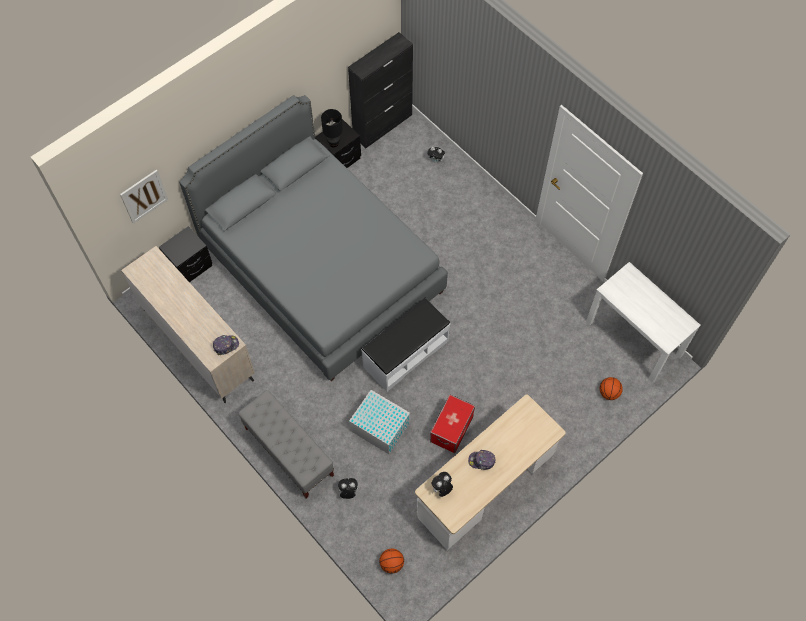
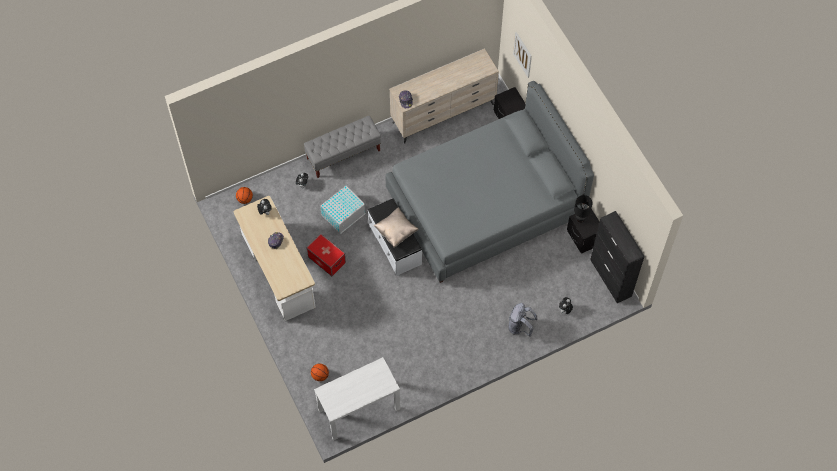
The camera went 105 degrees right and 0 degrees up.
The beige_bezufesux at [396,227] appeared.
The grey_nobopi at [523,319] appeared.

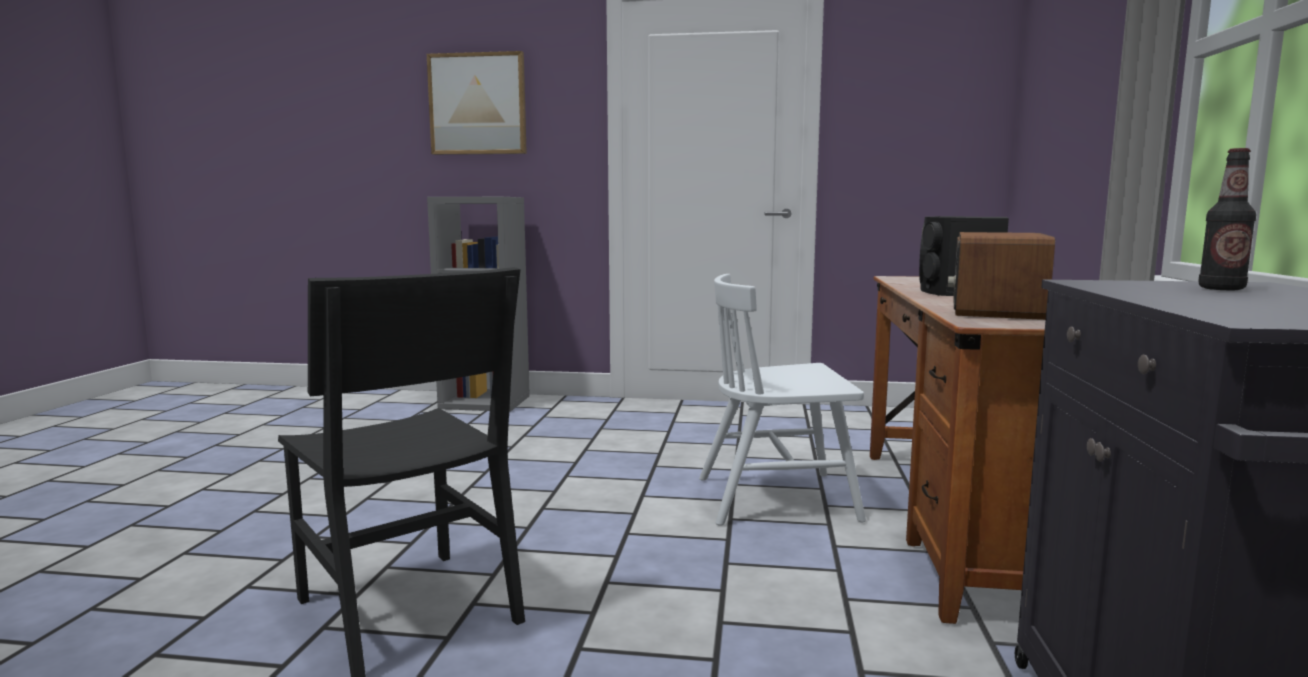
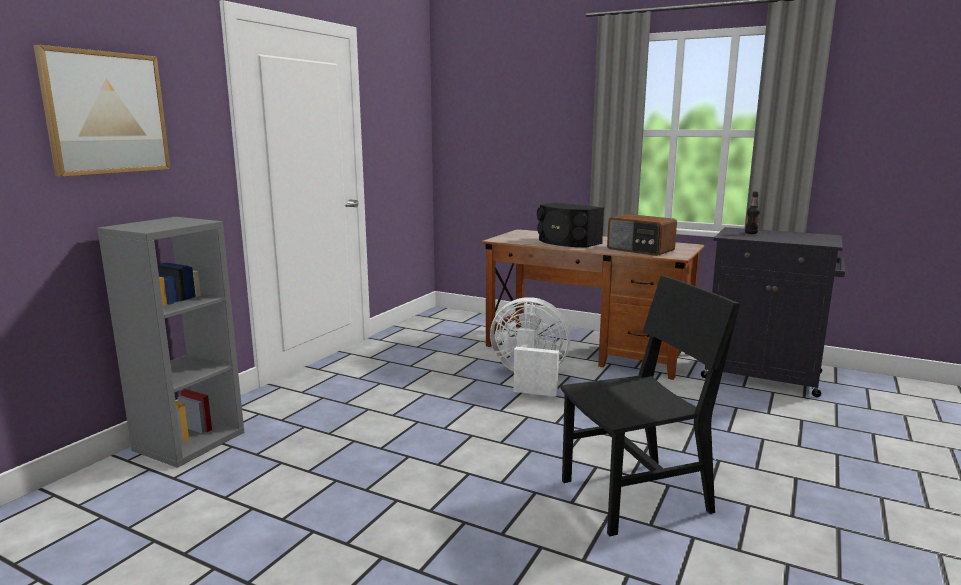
The camera went 70 degrees left and 5 degrees up.
The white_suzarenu at [782,400] was replaced by the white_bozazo at [530,347].

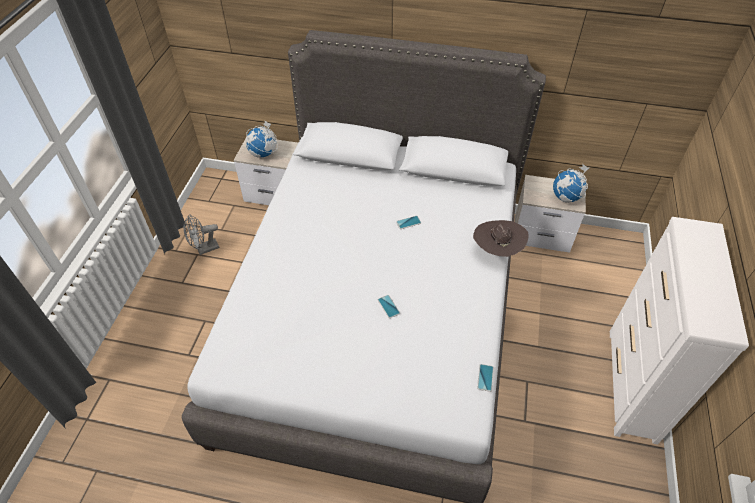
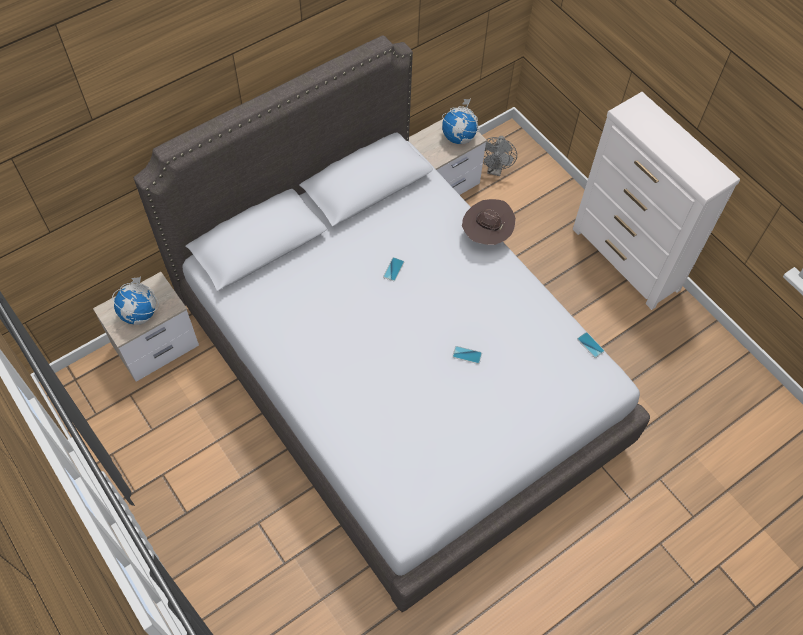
The camera went 50 degrees left and 10 degrees up.
The grey_bozazo moved from [201,234] to [500,156].

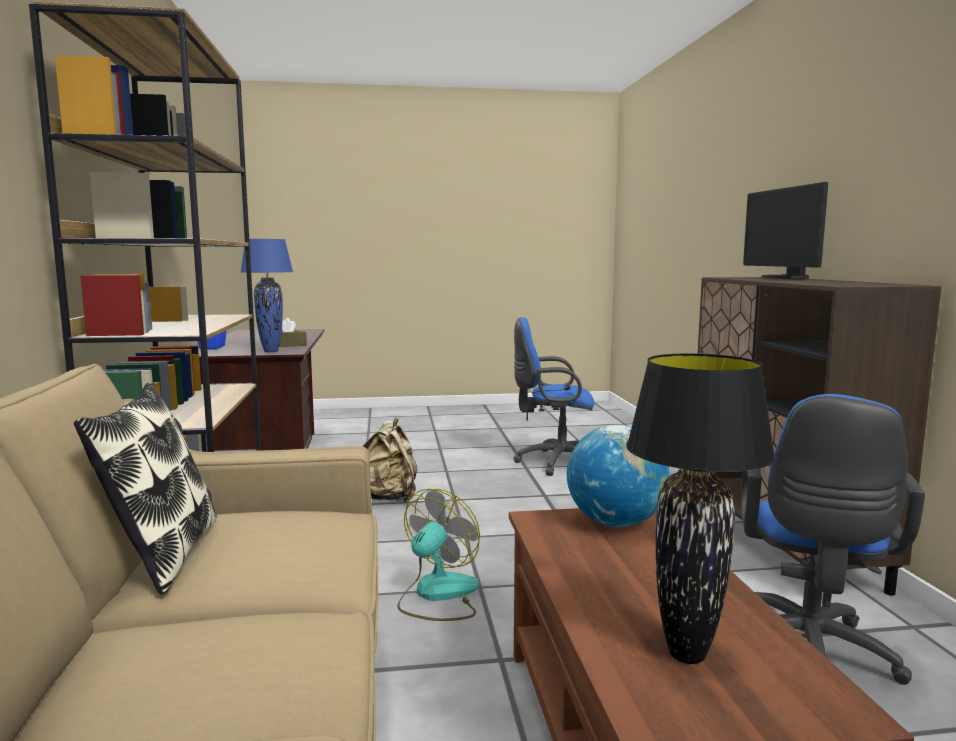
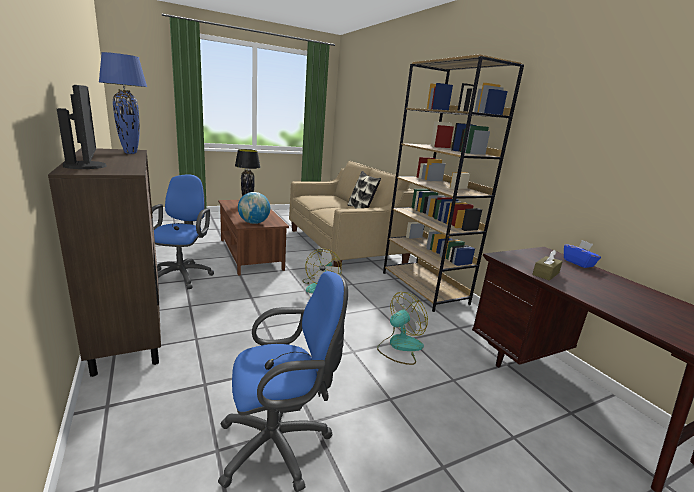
The camera went 160 degrees right and 10 degrees up.
The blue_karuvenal moved from [266,295] to [123,103].
The beige_nobopi at [389,460] was replaced by the bozazo at [402,328].

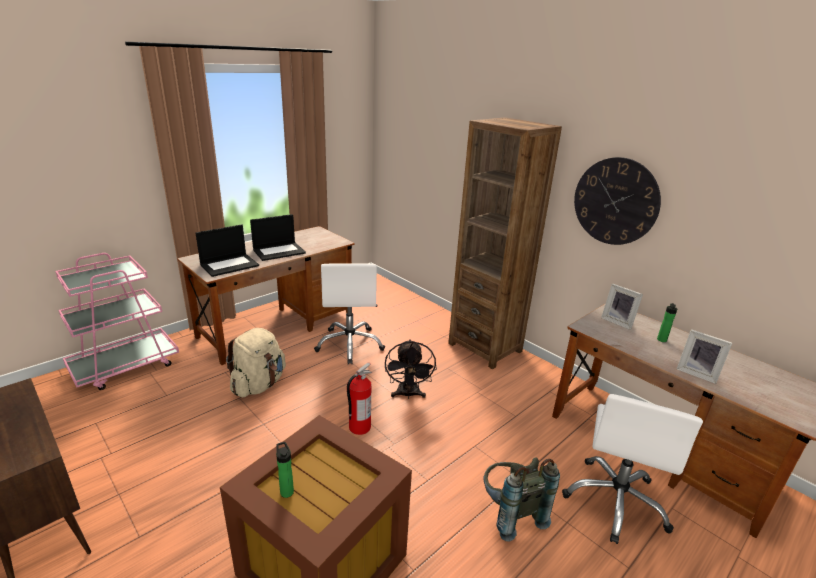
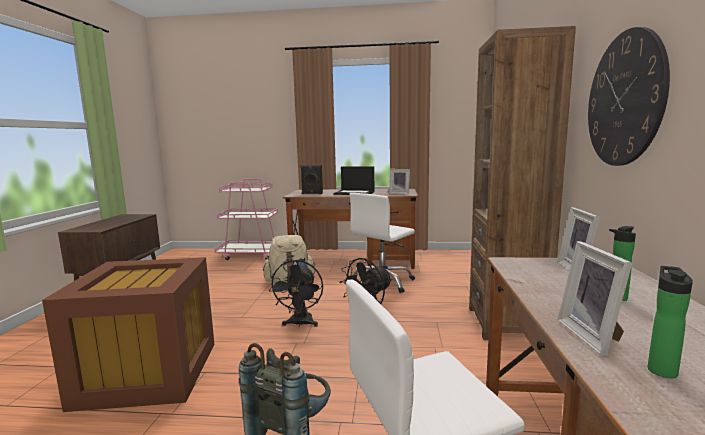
The camera went 50 degrees right and 15 degrees down.
The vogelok at [359,398] was replaced by the black_bozazo at [296,293].
The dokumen at [227,250] was replaced by the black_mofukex at [312,179].
The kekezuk at [399,181] appeared.
The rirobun moved from [285,470] to [670,322].

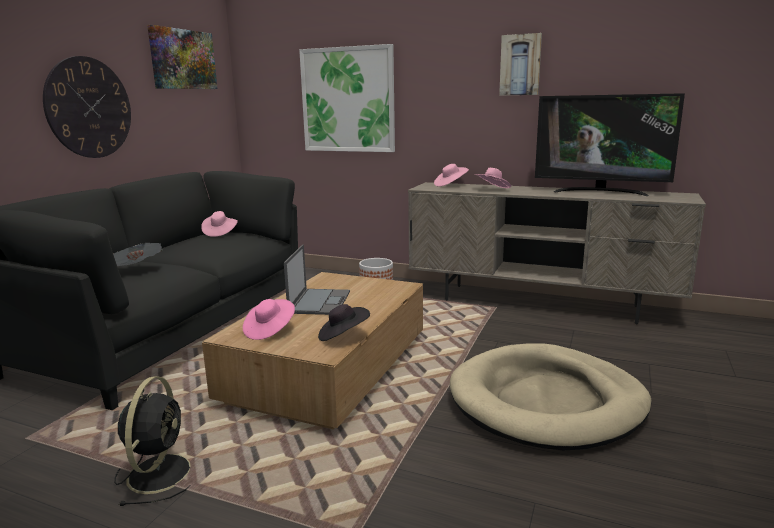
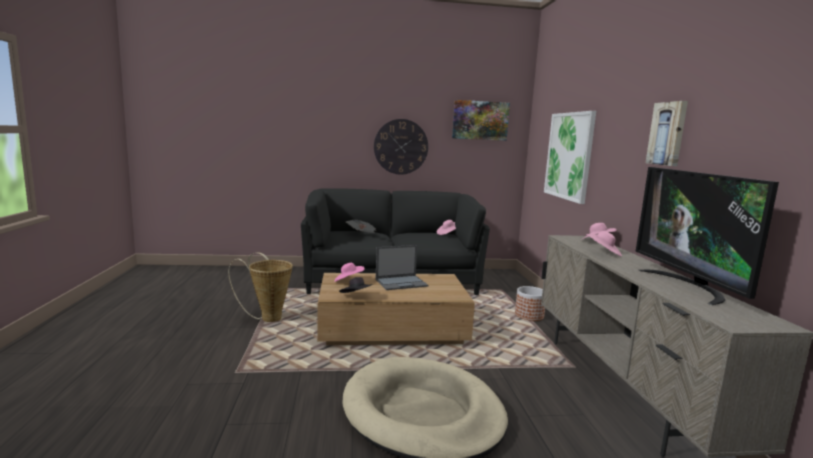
The camera went 60 degrees right and 5 degrees down.
The black_bozazo at [152,441] was replaced by the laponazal at [260,287].

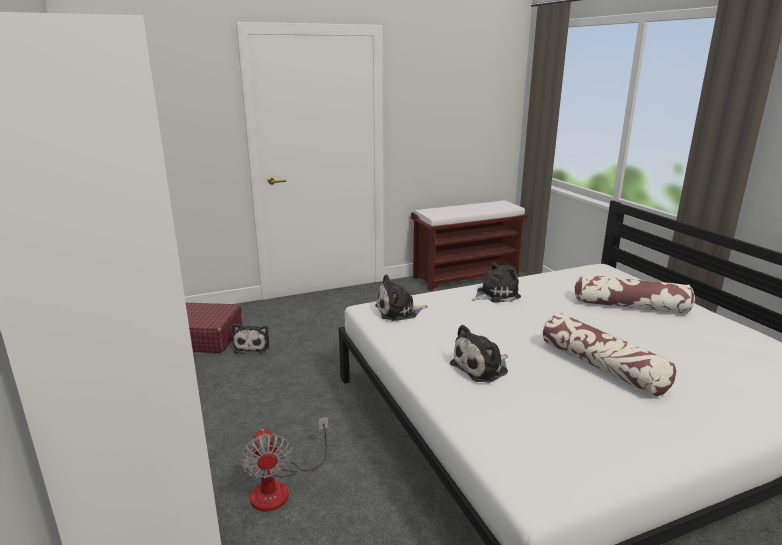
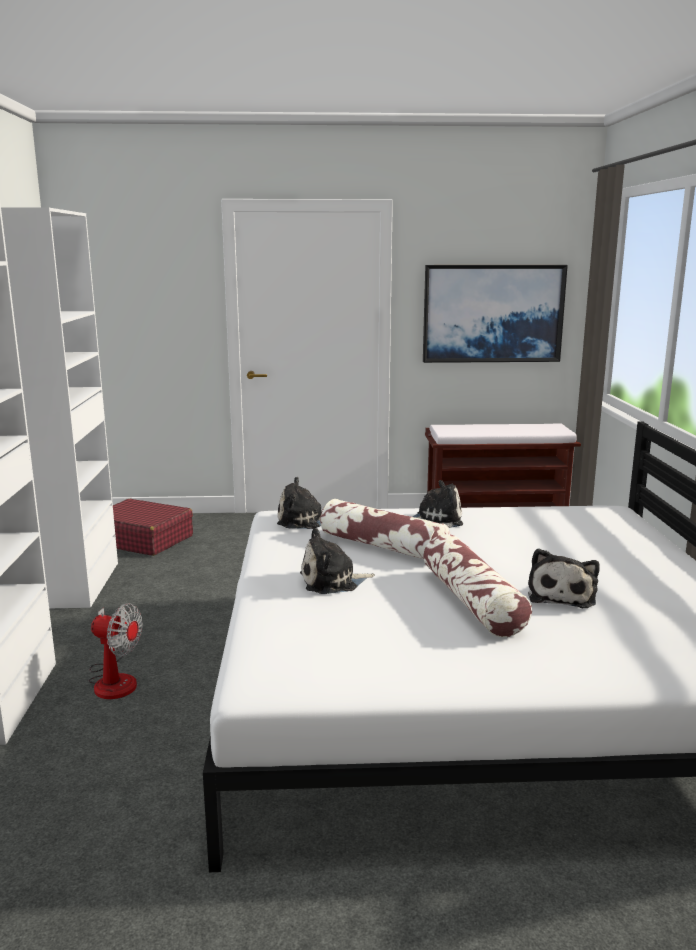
The camera went 20 degrees right and 5 degrees down.
The bozazo at [284,464] turned 75 degrees counterclockwise.
The bezufesux moved from [635,294] to [385,529].
The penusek at [495,314] appeared.
The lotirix moved from [251,338] to [564,578].

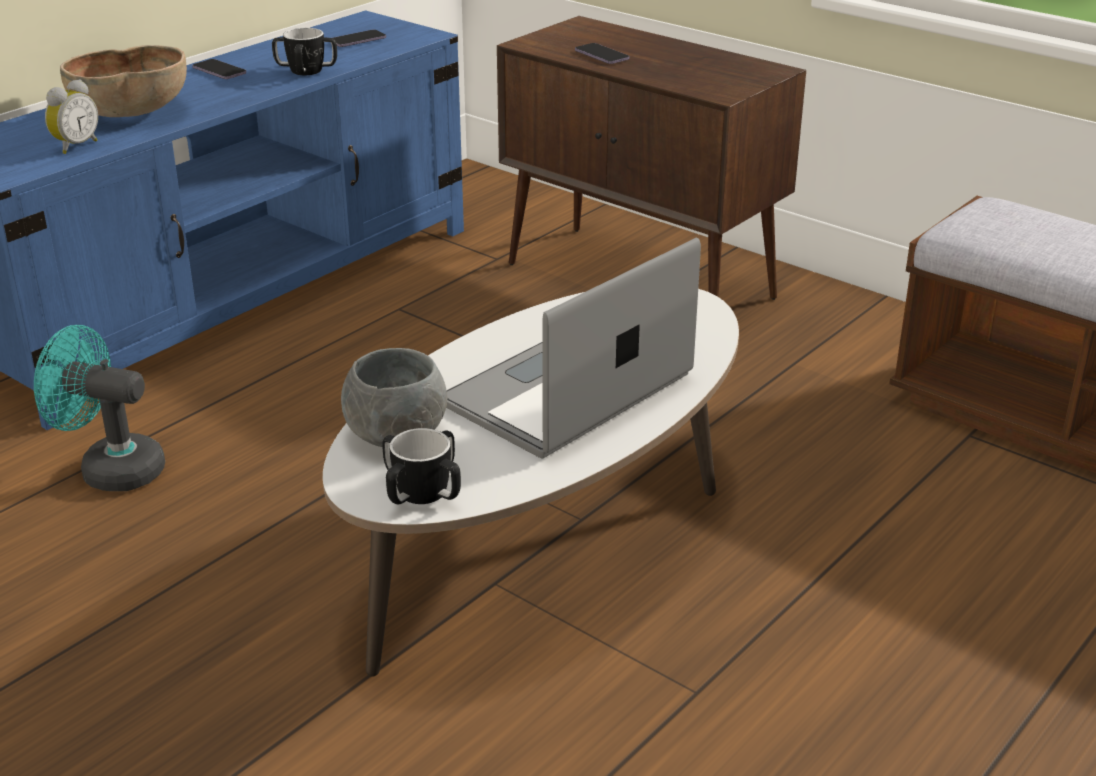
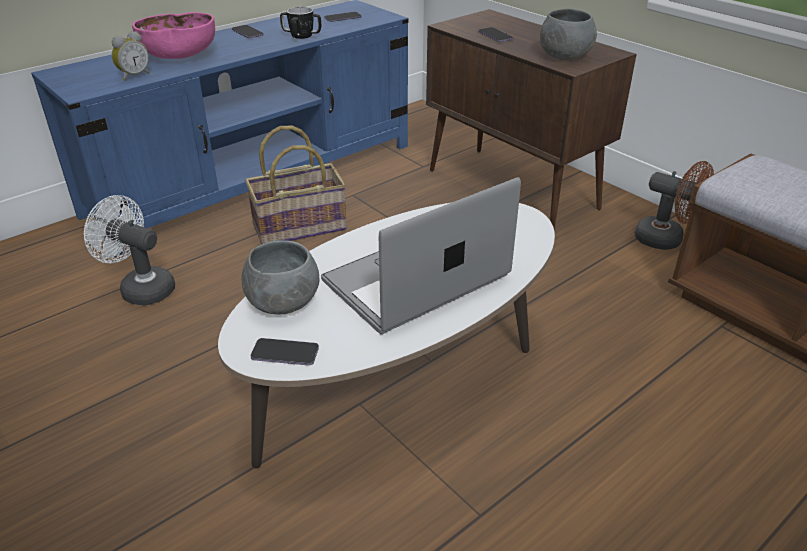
The camera went 10 degrees right and 5 degrees up.
The turquoise_bozazo at [99,408] became the white_bozazo at [129,250].
The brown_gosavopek at [123,81] became the pink_gosavopek at [173,35].
The laponazal at [296,185] appeared.
The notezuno at [421,466] was replaced by the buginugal at [285,351].
The grey_gosavopek at [568,34] appeared.
The brown_bozazo at [674,205] appeared.

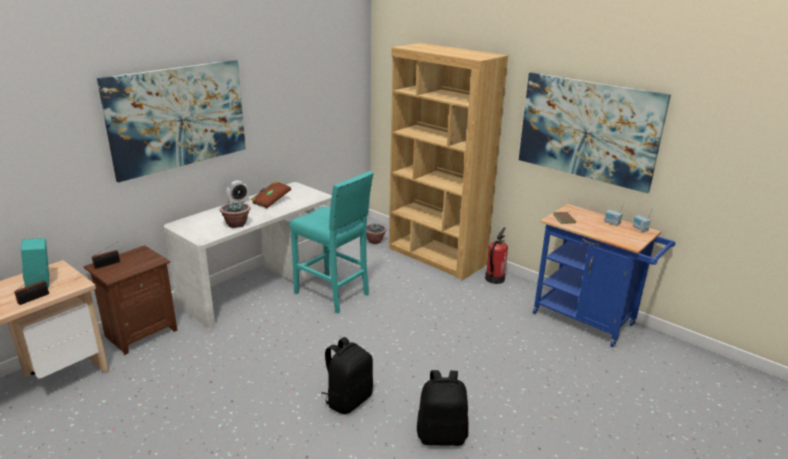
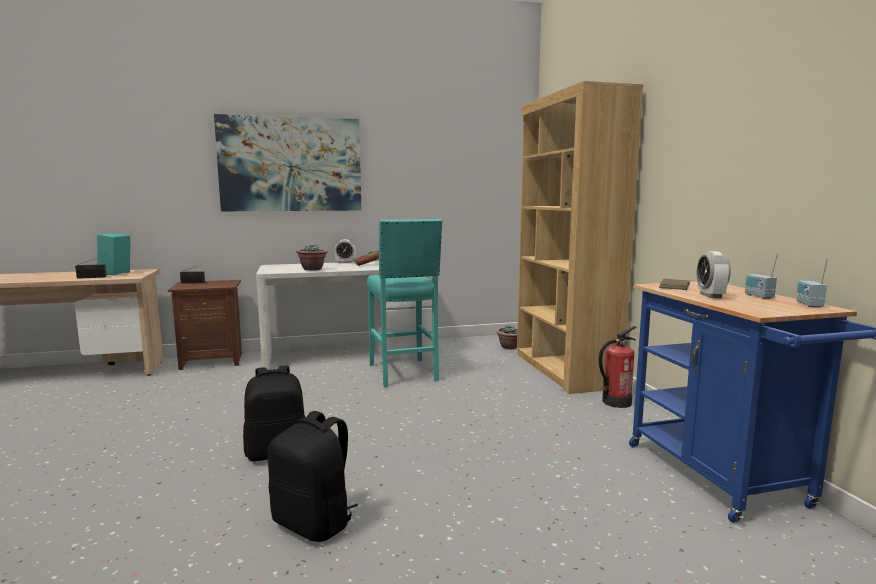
The camera went 35 degrees right and 15 degrees down.
The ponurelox at [714,274] appeared.
The penusek at [595,132] disappeared.

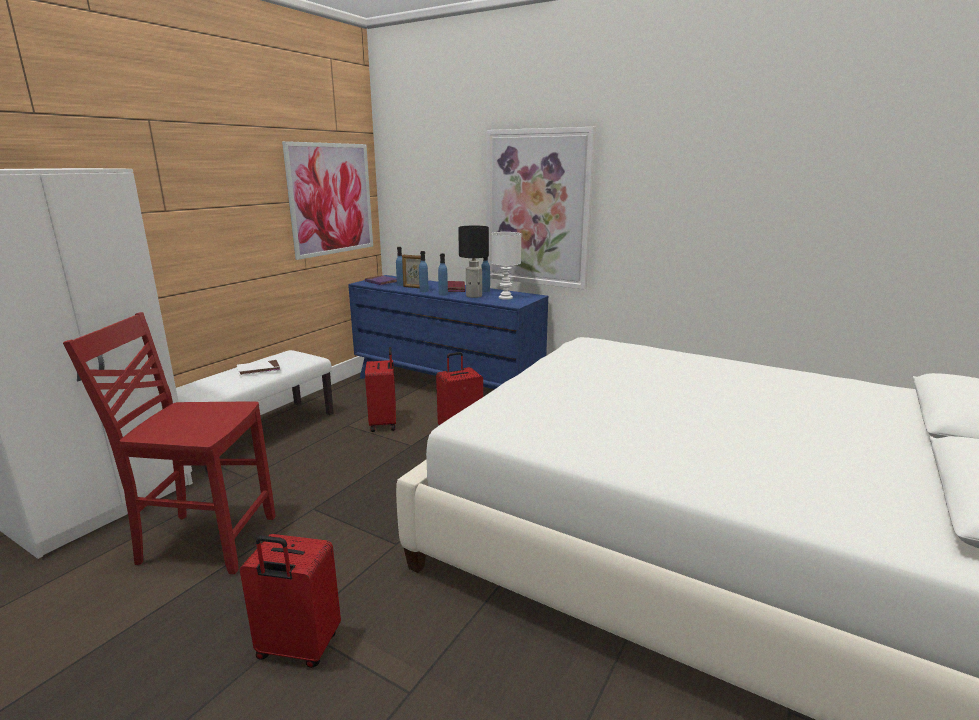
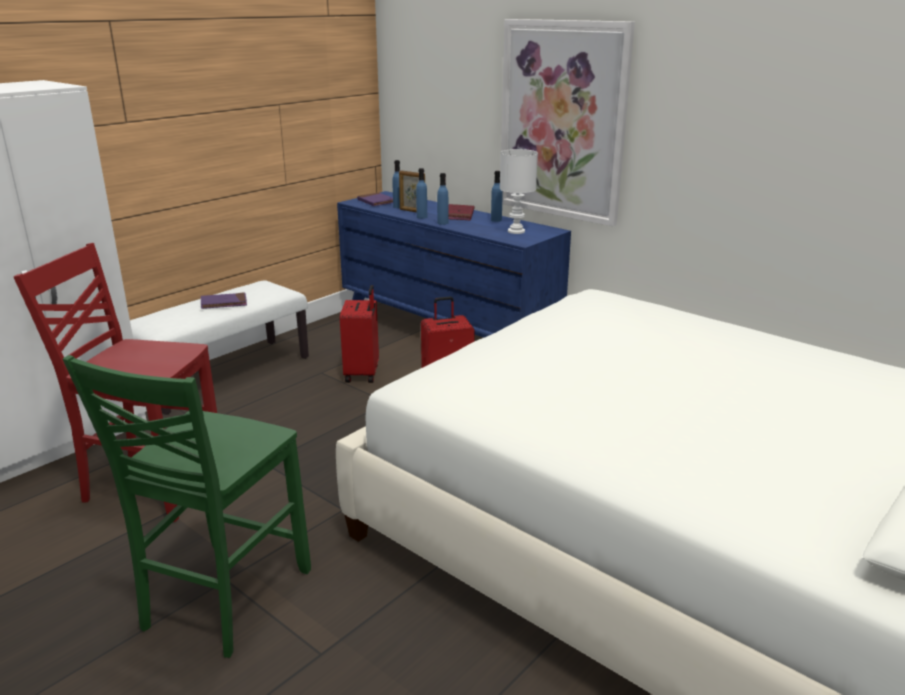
The camera went 10 degrees right and 5 degrees up.
The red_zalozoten at [290,601] was replaced by the green_suzarenu at [187,506].
The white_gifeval at [259,367] became the purple_gifeval at [224,300].
The penusek at [327,200] disappeared.
The black_karuvenal at [473,262] disappeared.

